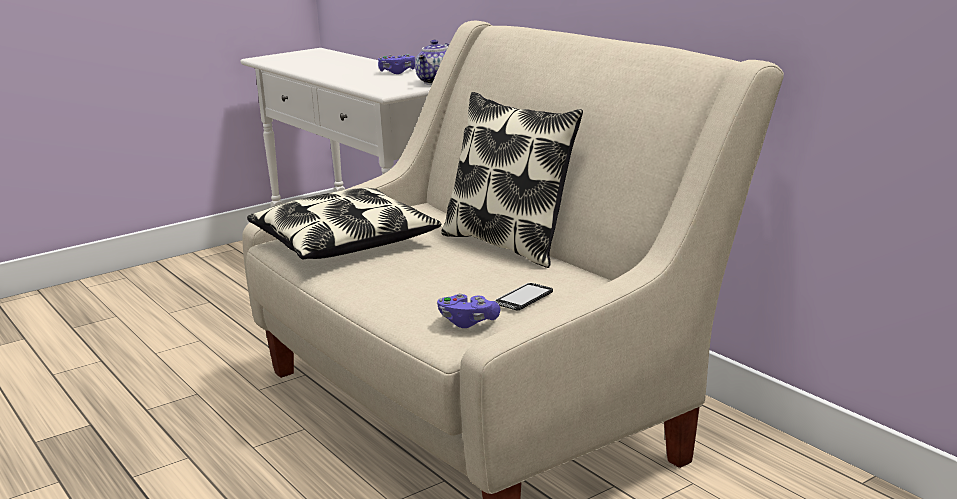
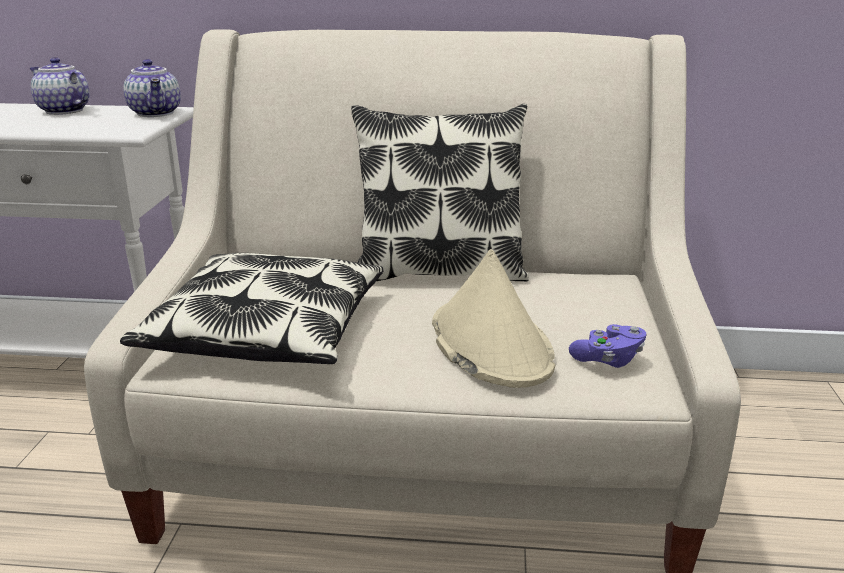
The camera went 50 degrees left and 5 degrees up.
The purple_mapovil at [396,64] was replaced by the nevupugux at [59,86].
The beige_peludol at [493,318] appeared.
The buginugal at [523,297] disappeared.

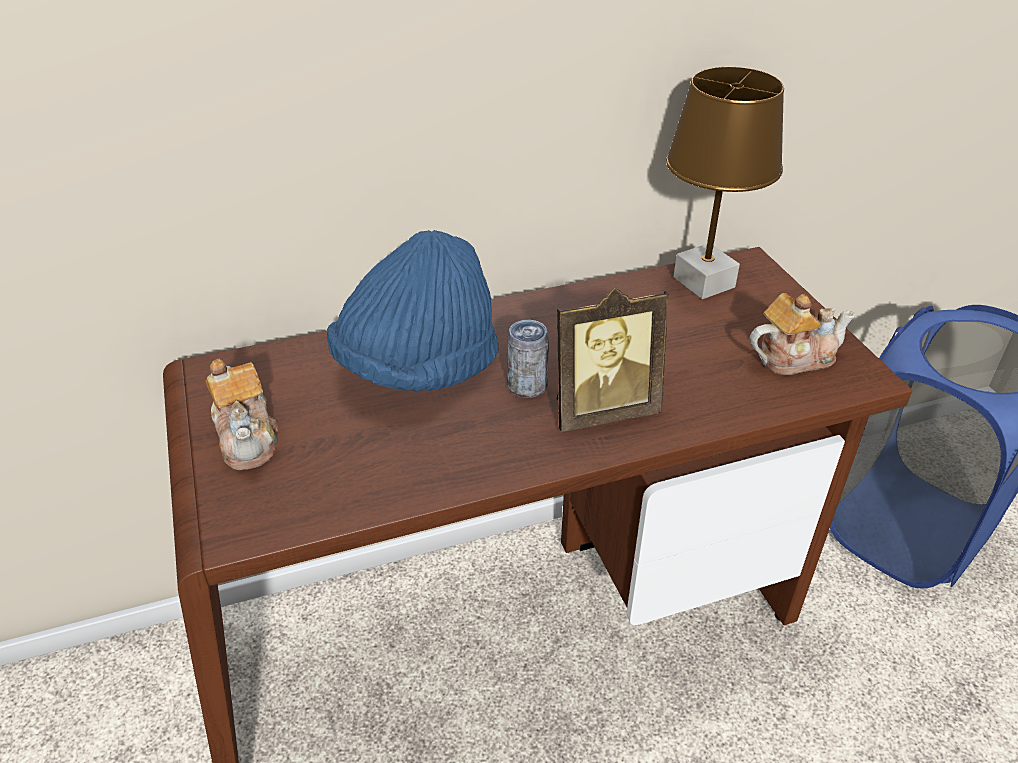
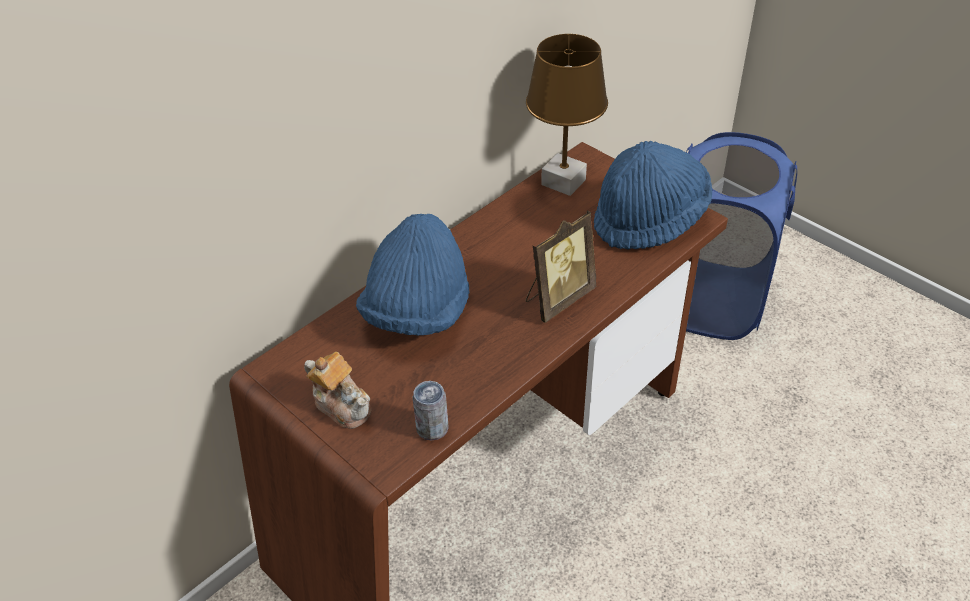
The camera went 25 degrees left and 5 degrees up.
The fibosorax moved from [528,359] to [430,410].
The nevupugux at [802,334] was replaced by the blue_peludol at [653,195].

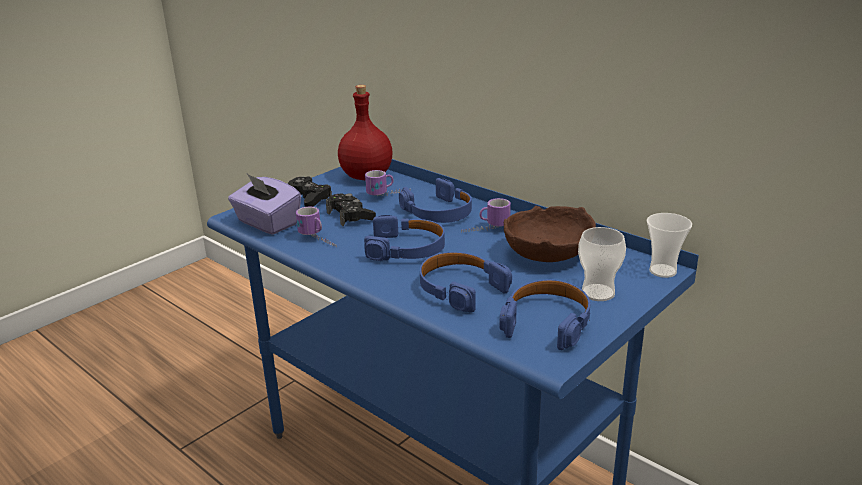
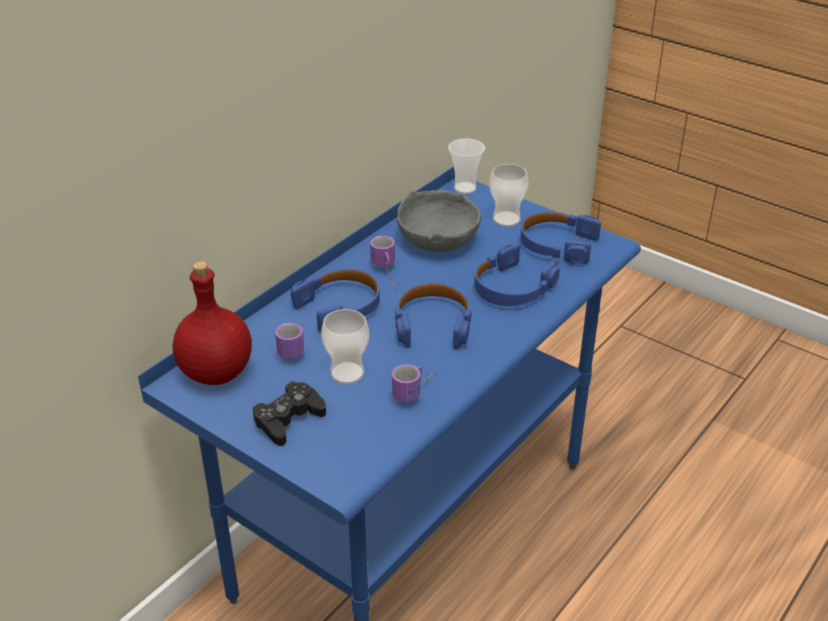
The camera went 95 degrees left and 10 degrees up.
The black_mapovil at [351,209] was replaced by the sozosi at [345,346].
The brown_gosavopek at [550,234] became the grey_gosavopek at [439,221].
The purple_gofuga at [264,204] disappeared.

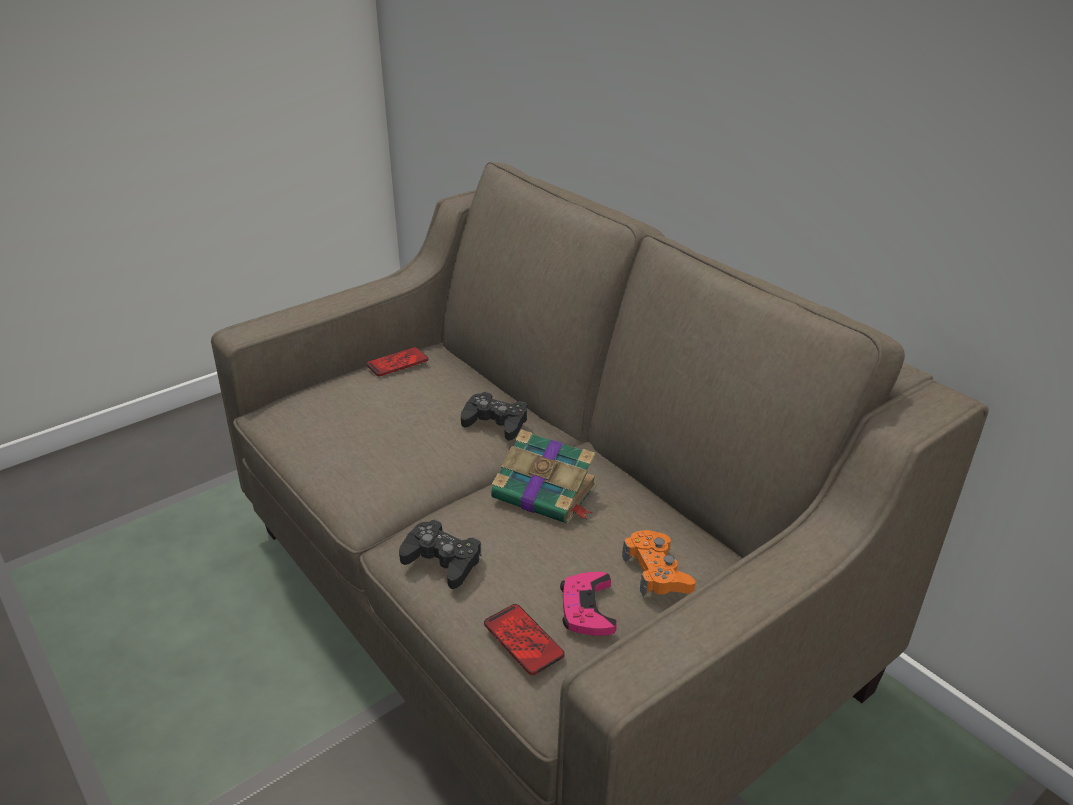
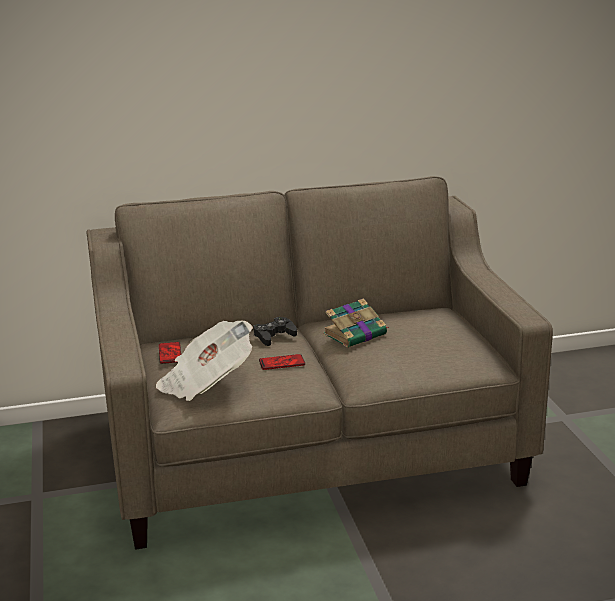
The camera went 65 degrees left and 10 degrees down.
The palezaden at [204,360] appeared.
The buginugal moved from [524,639] to [282,362].
The black_mapovil at [440,554] disappeared.
The pink_mapovil at [588,604] disappeared.
The orange_mapovil at [659,563] disappeared.

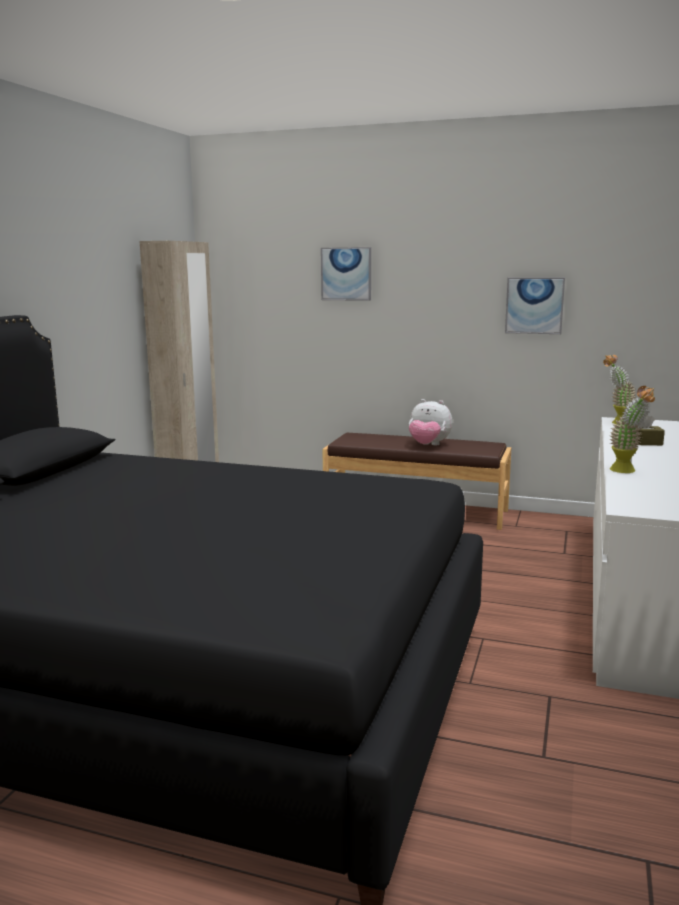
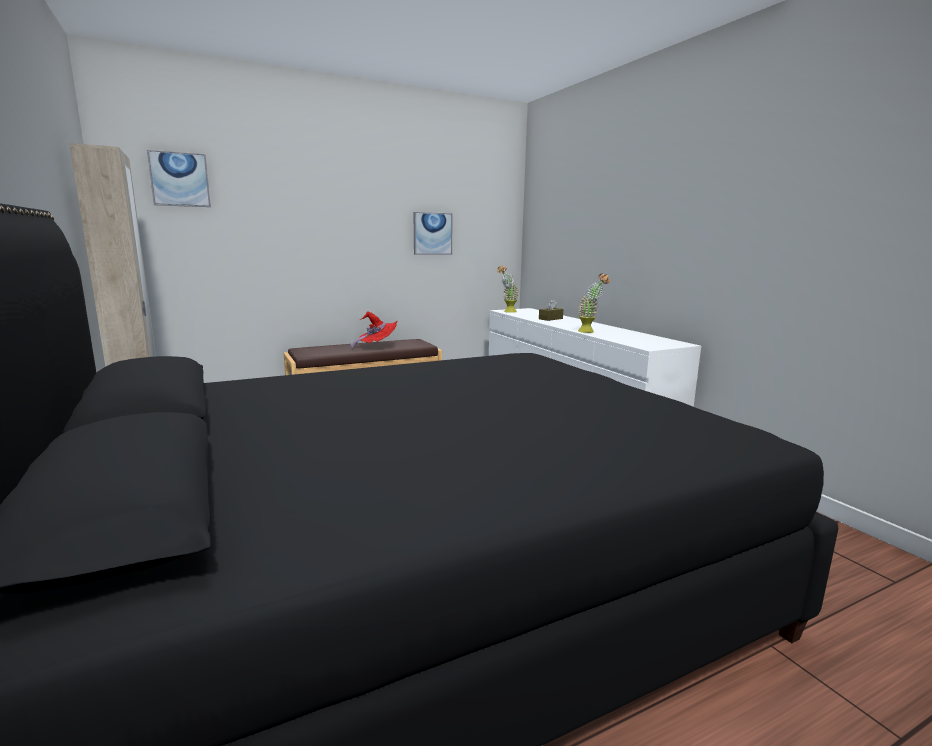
The camera went 45 degrees left and 0 degrees up.
The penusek moved from [346,274] to [179,178].
The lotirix at [431,422] was replaced by the red_peludol at [374,330].

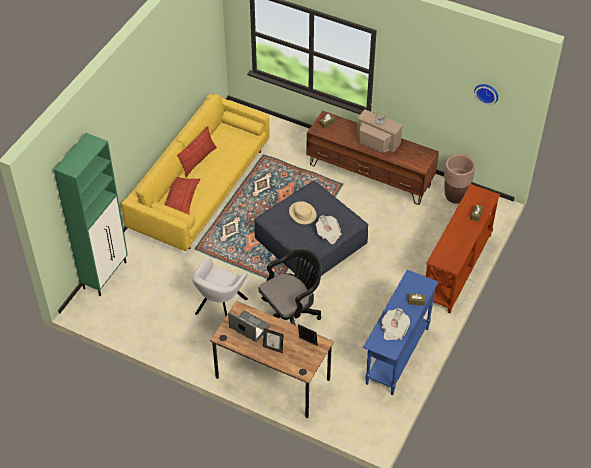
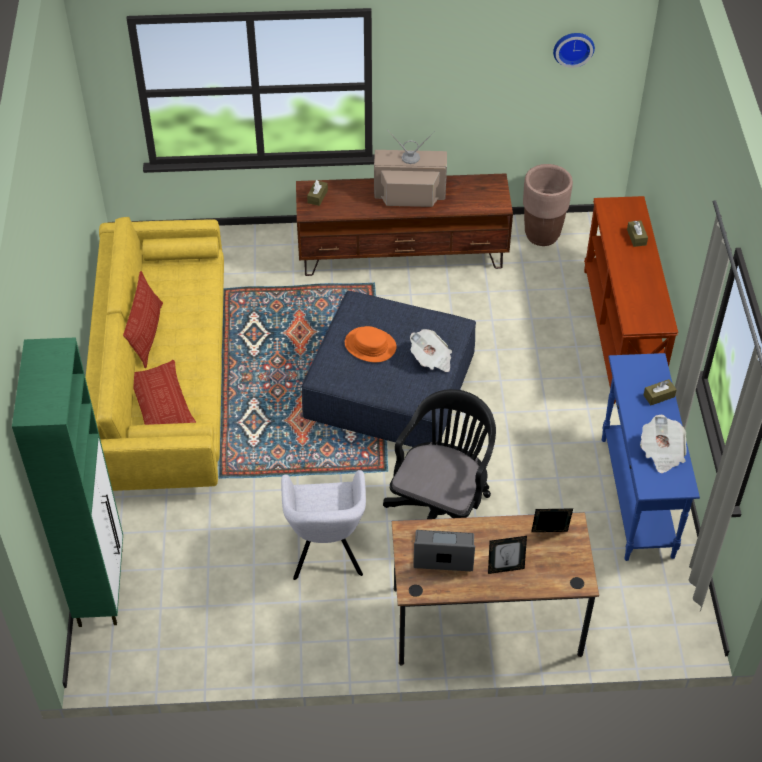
The camera went 30 degrees left and 0 degrees up.
The beige_peludol at [303,212] became the orange_peludol at [370,344].

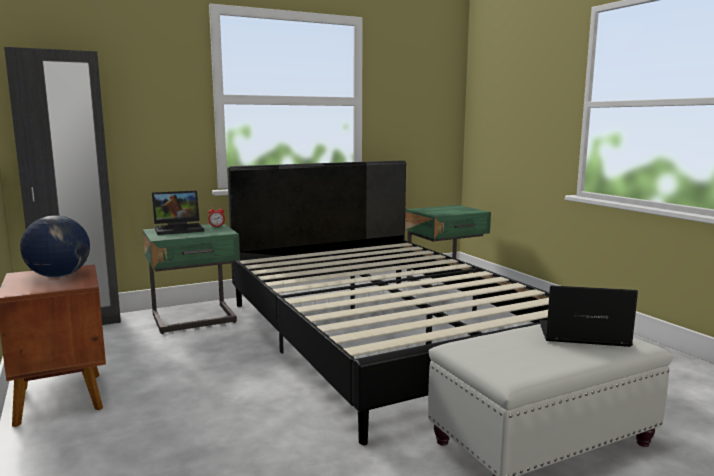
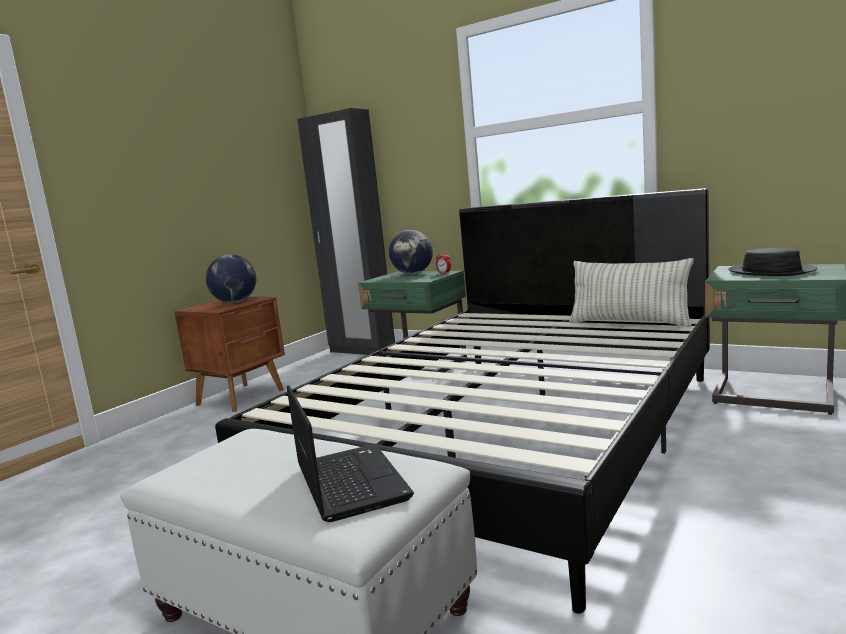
The camera went 60 degrees right and 0 degrees up.
The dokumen at [178,213] was replaced by the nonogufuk at [411,252].
The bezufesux at [631,292] appeared.
The black_peludol at [773,262] appeared.

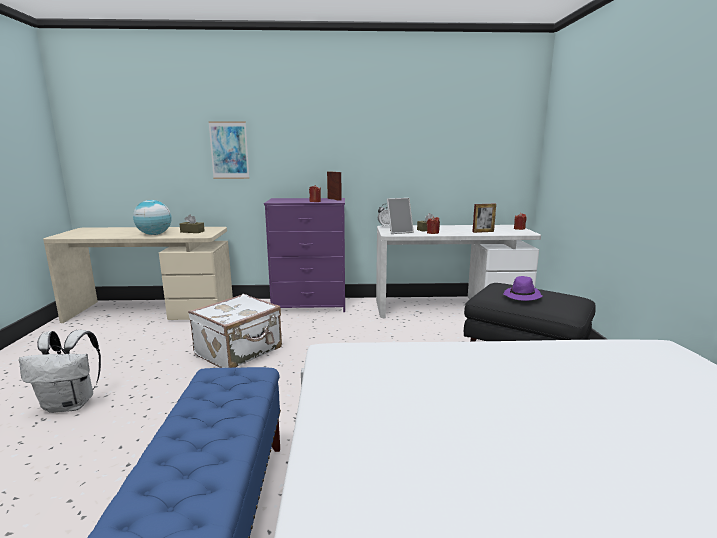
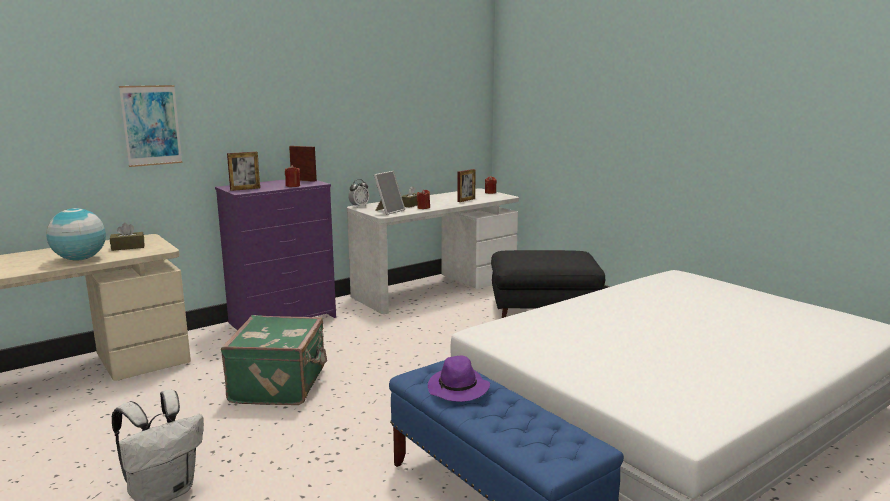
The camera went 35 degrees left and 0 degrees up.
The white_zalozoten at [235,331] became the green_zalozoten at [274,360].
The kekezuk at [243,171] appeared.
The purple_peludol moved from [523,288] to [459,378].

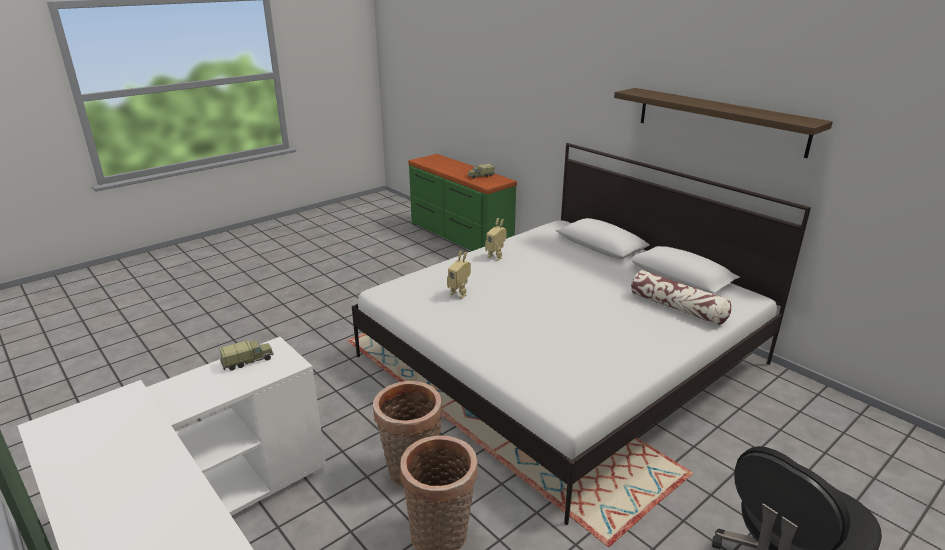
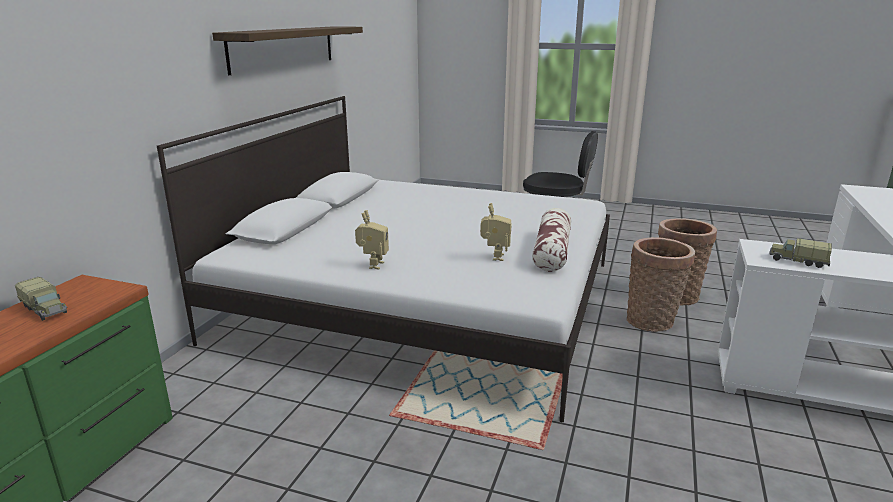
The camera went 120 degrees left and 5 degrees down.
The bezufesux moved from [681,297] to [551,240].

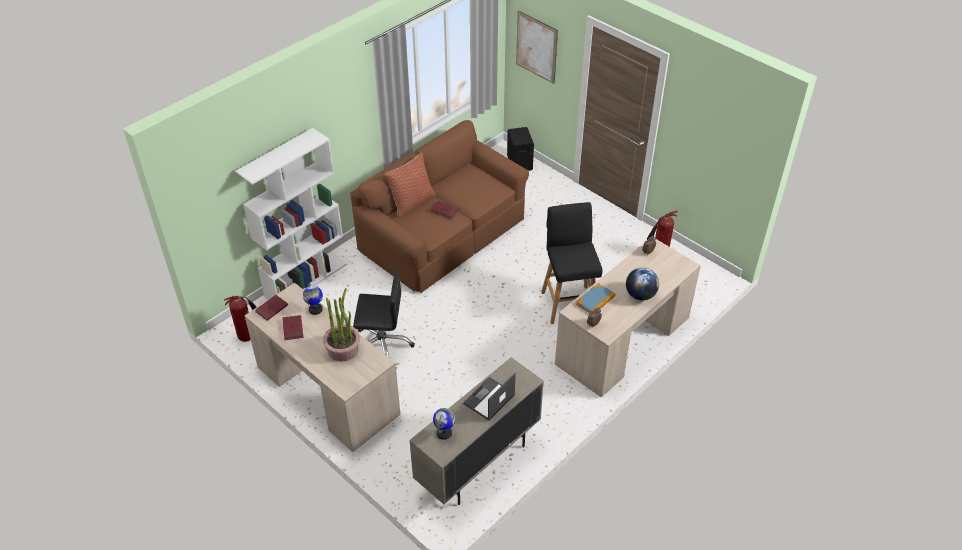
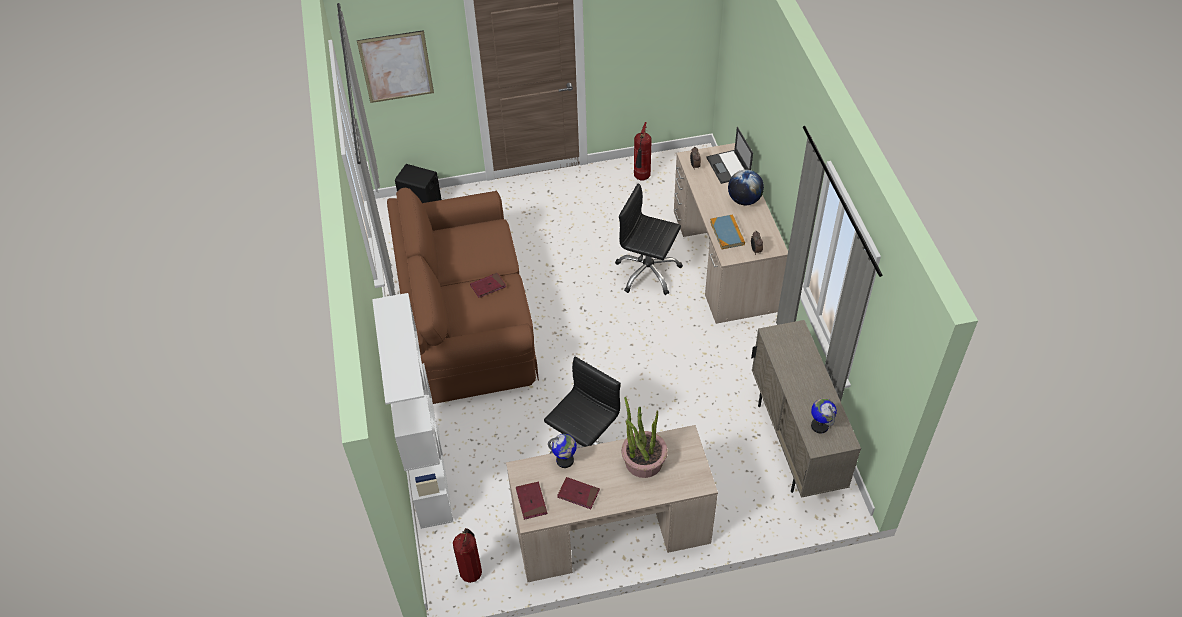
The camera went 55 degrees left and 5 degrees up.
The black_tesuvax at [572,263] was replaced by the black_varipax at [649,239].
The dokumen moved from [489,397] to [730,155].
The bezufesux at [410,185] disappeared.

